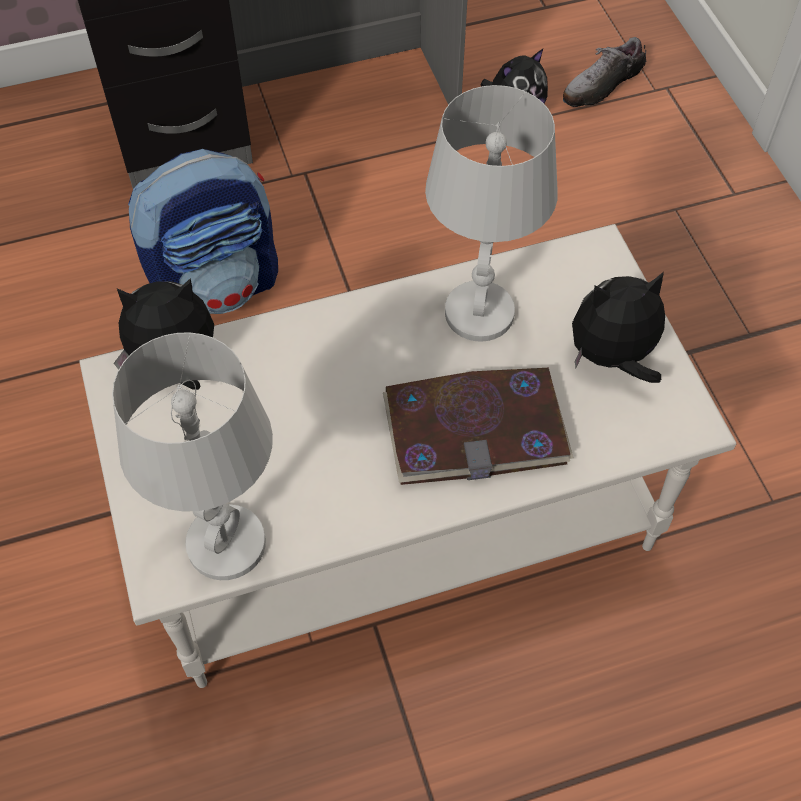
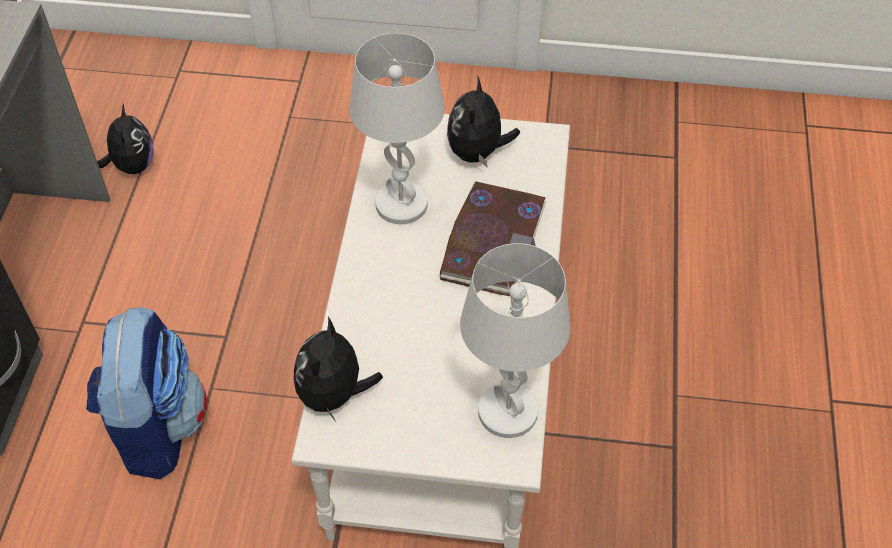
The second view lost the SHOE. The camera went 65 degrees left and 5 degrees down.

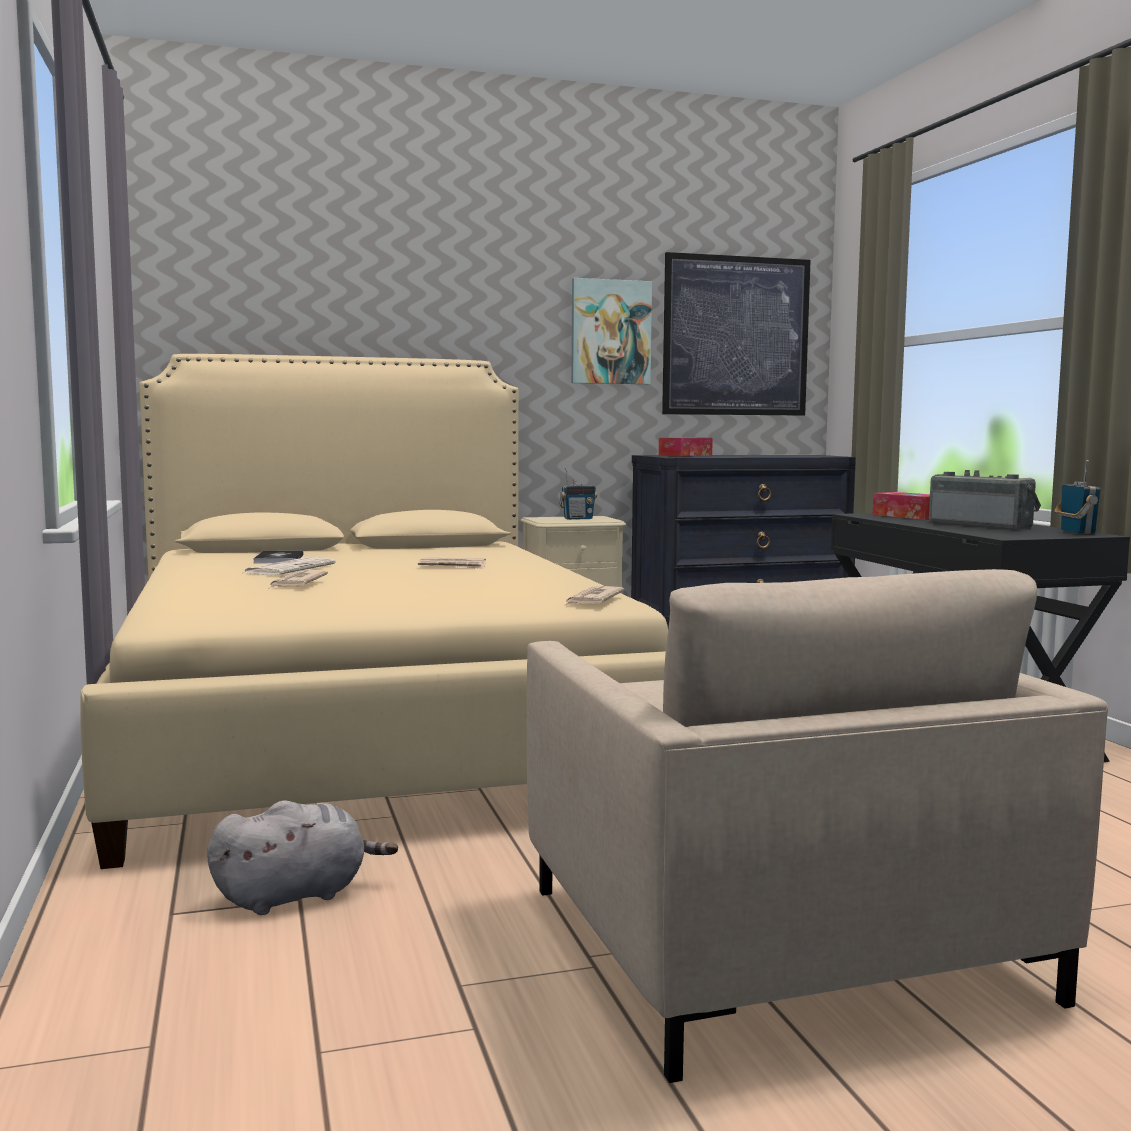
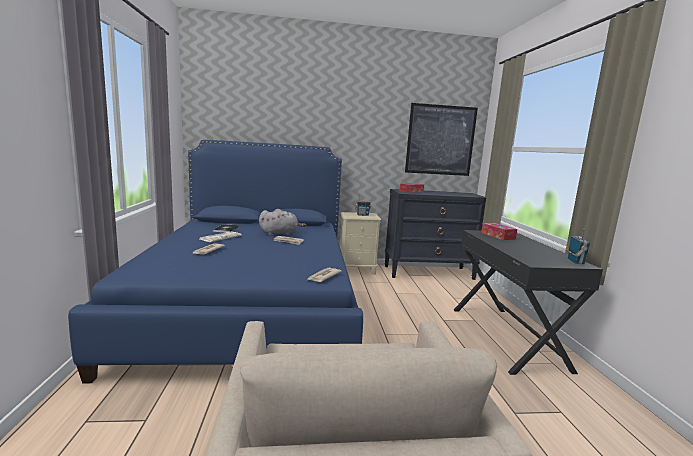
The second view lost the PICTURE (no. 1 from left). The second view lost the RADIO (no. 2 from left). The GREY PLUSH TOY ended up elsewhere. What was the BEIGE BED turned into the BLUE BED. The camera went 10 degrees right and 5 degrees up.

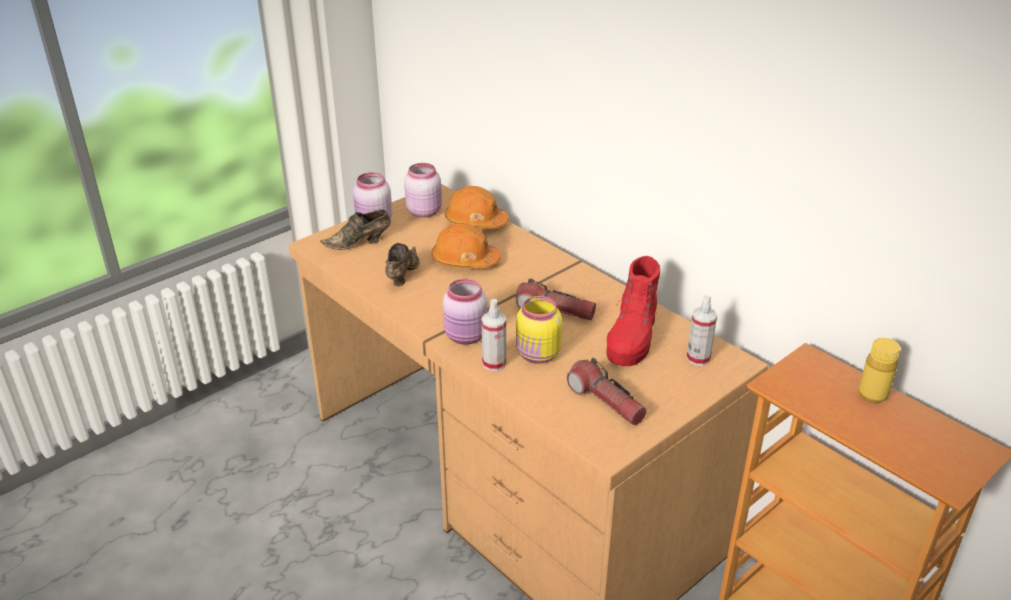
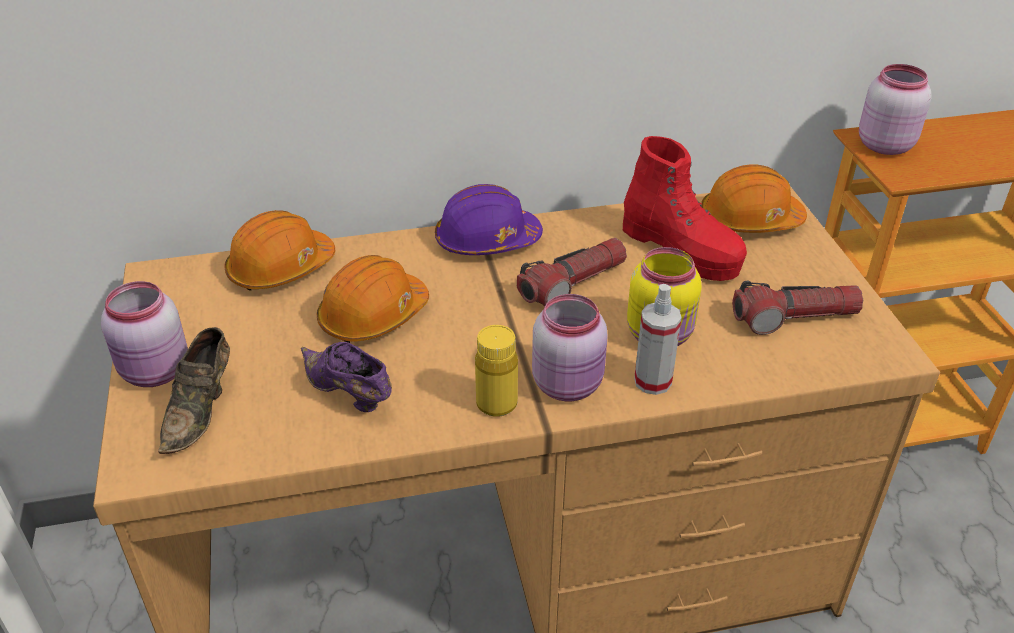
The second view gained the PURPLE HARD HAT. The PINK JAR (no. 2 from left in the first image) ended up elsewhere. The YELLOW BOTTLE ended up elsewhere. Where the SPRAY BOTTLE (no. 2 from left) stood, the ORANGE HARD HAT (no. 3 from left) came to stand. What was the BROWN SHOE (no. 2 from left) turned into the PURPLE SHOE. The camera went 60 degrees left and 5 degrees up.

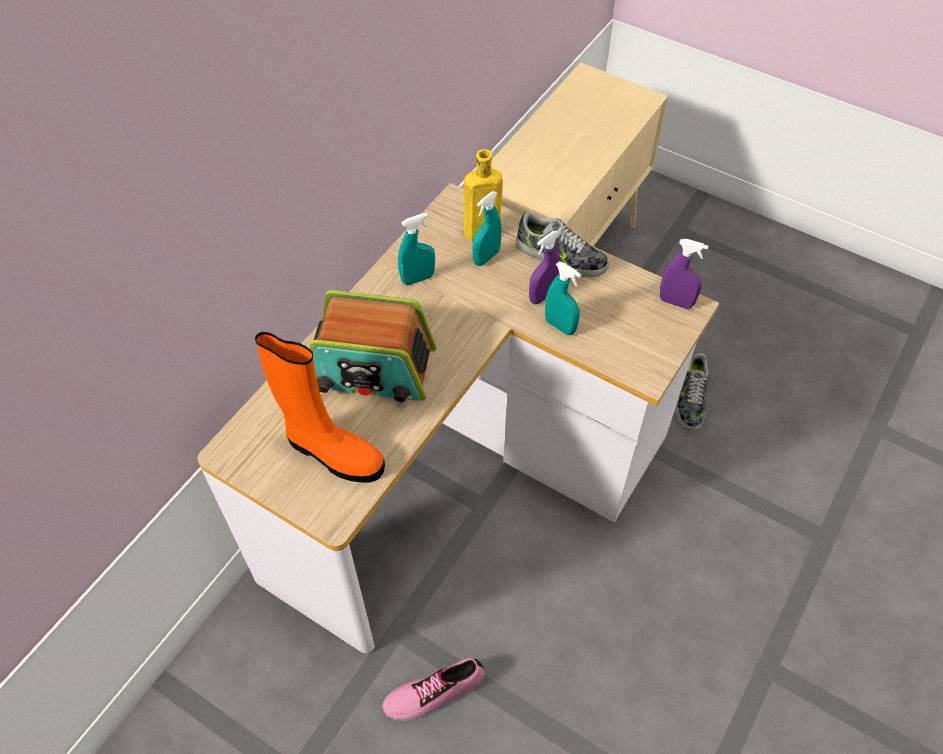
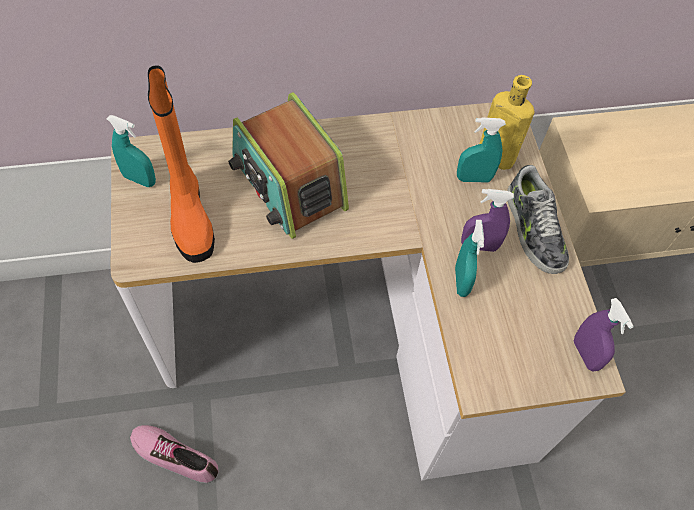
The second view lost the SHOE (no. 3 from left). The TURQUOISE SPRAY BOTTLE (no. 1 from left) ended up elsewhere. The camera went 45 degrees right and 5 degrees up.

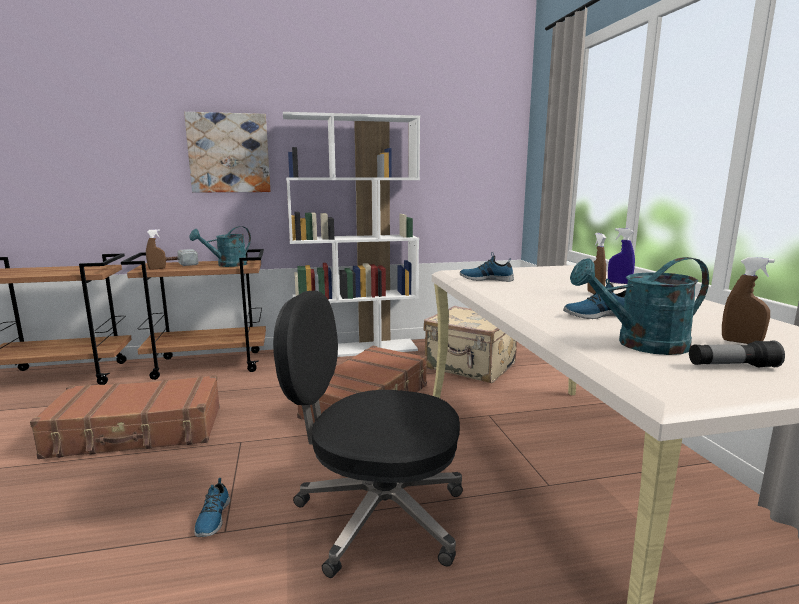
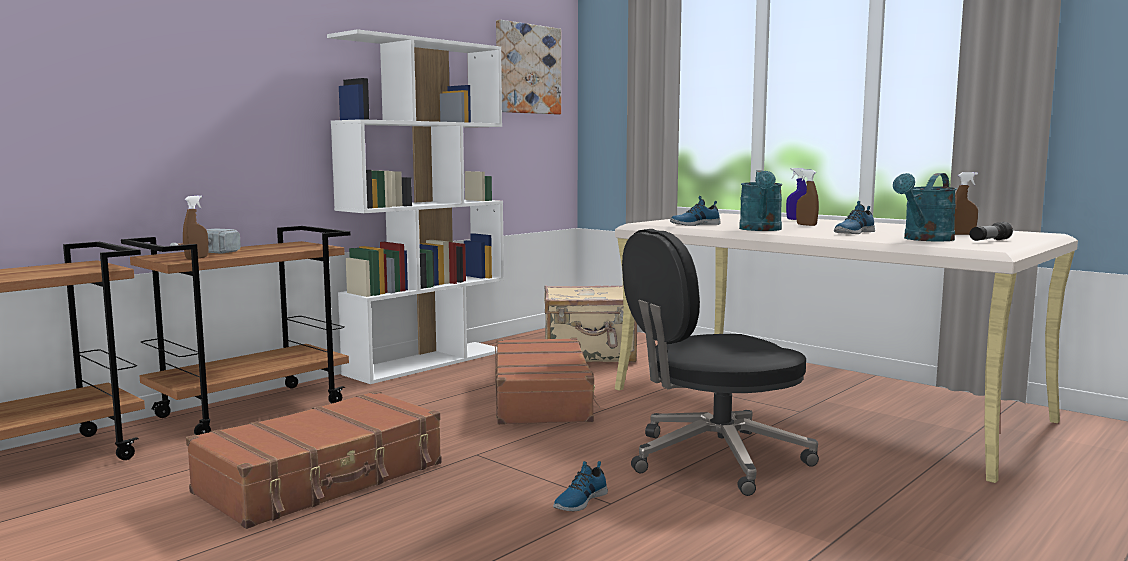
The PICTURE ended up elsewhere. The TURQUOISE WATERING CAN (no. 1 from left) ended up elsewhere. The SHOE (no. 1 from left) ended up facing another way, 75 degrees clockwise from before. The camera went 35 degrees left and 5 degrees down.

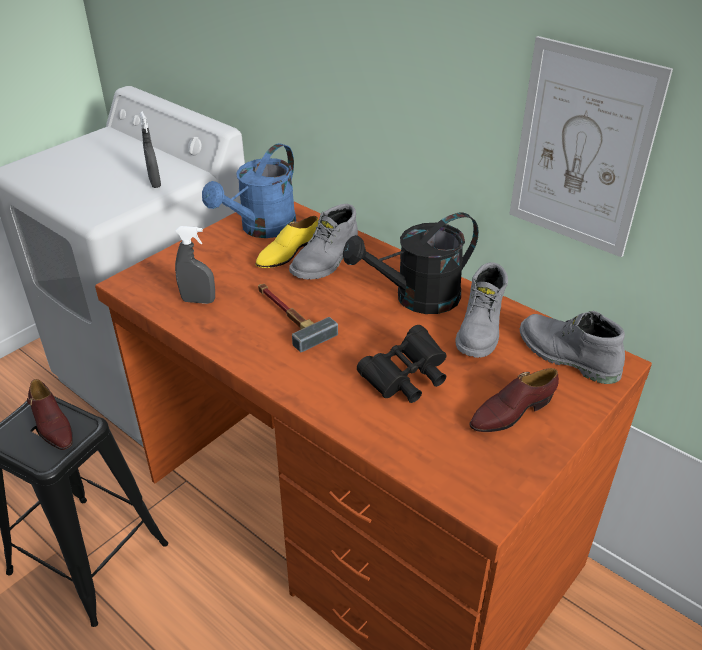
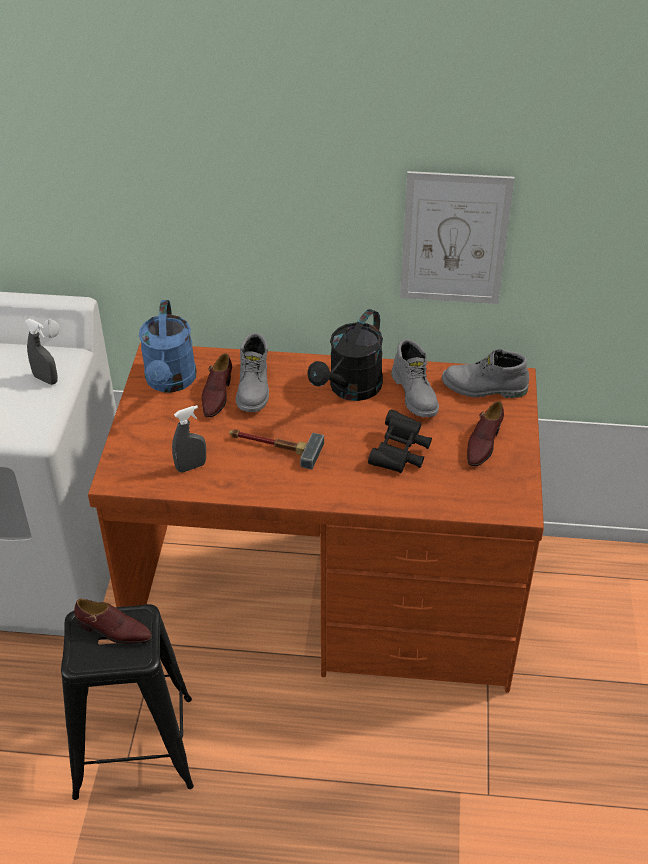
What was the YELLOW SHOE turned into the BROWN SHOE (no. 2 from left). The camera went 35 degrees left and 5 degrees up.

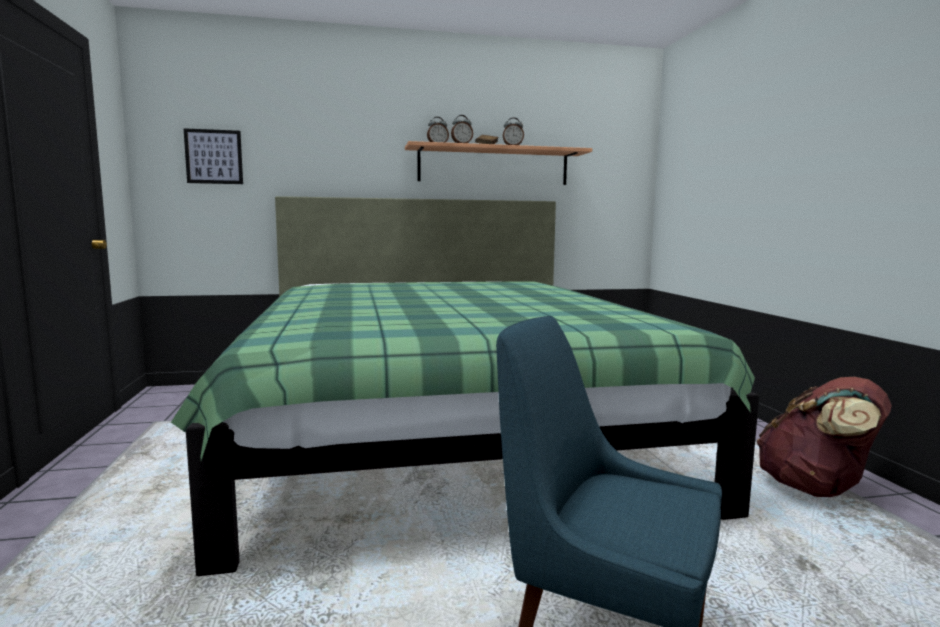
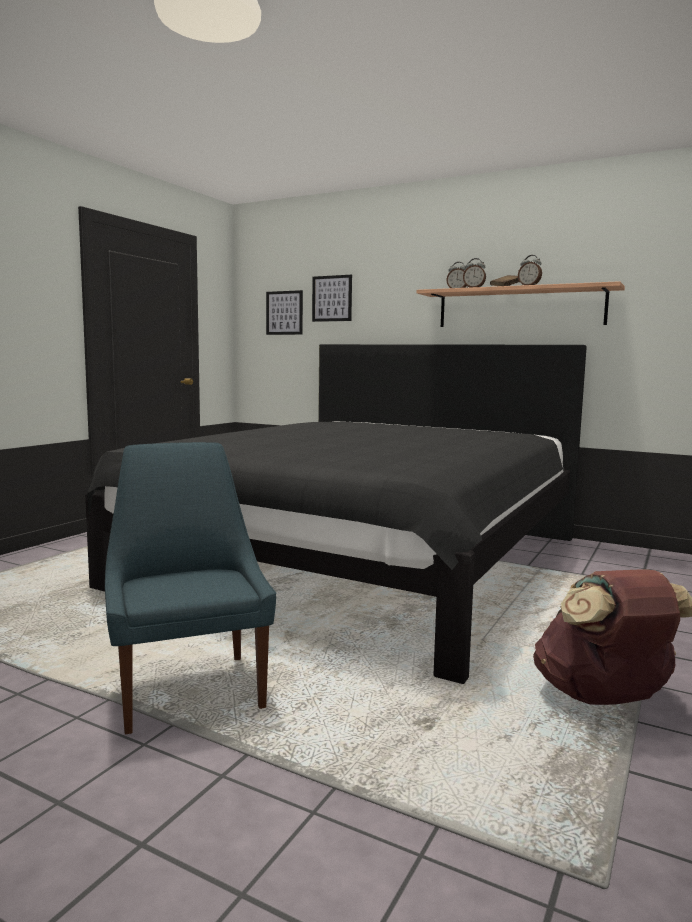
The second view gained the PICTURE (no. 2 from left). What was the GREEN BED turned into the BLACK BED. The camera went 40 degrees right and 0 degrees up.

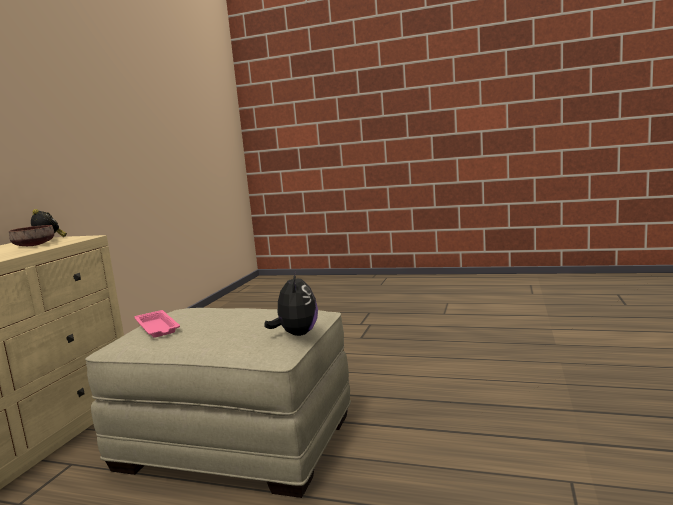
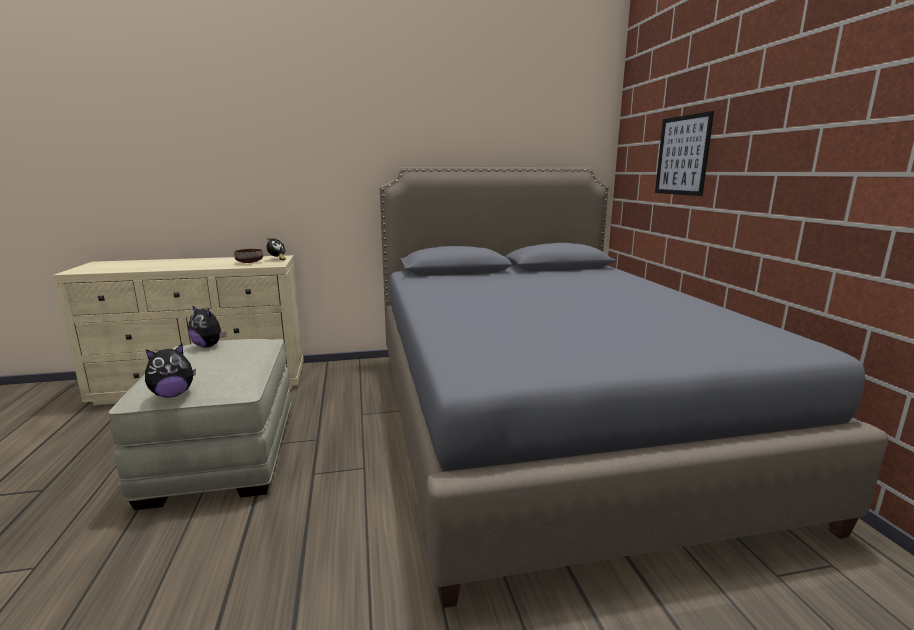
The second view gained the GREY BED. The second view gained the PICTURE. Where the PINK TRAY stood, the PLUSH TOY (no. 2 from left) came to stand. The camera went 60 degrees right and 5 degrees up.

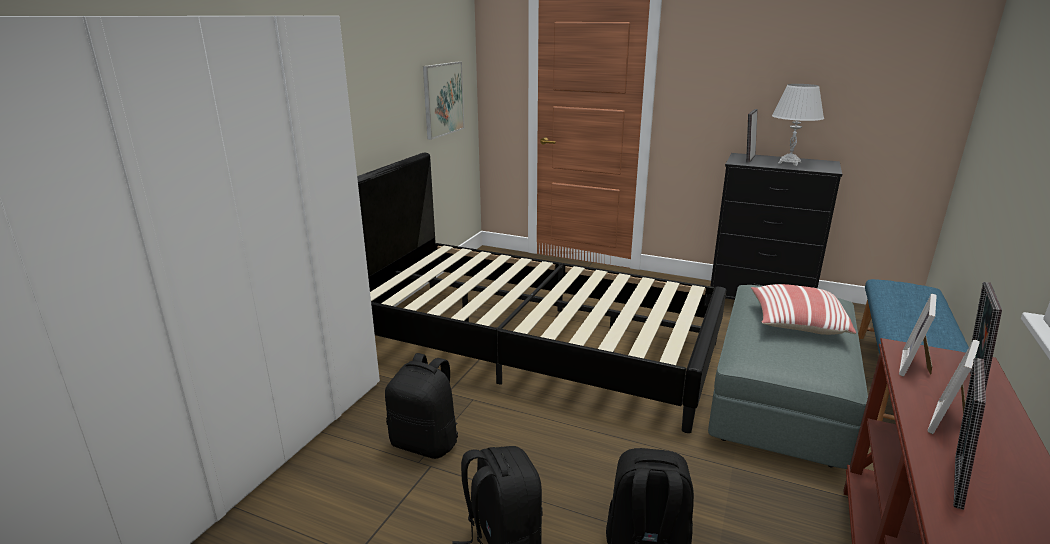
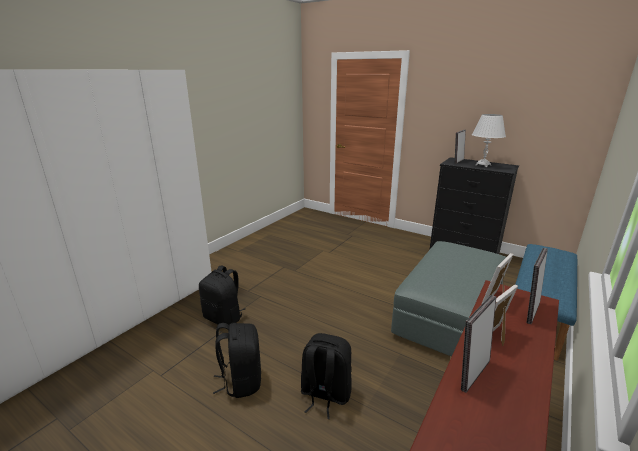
The second view lost the BLACK BED. The second view lost the PICTURE. The second view lost the PILLOW. The camera went 10 degrees right and 0 degrees up.

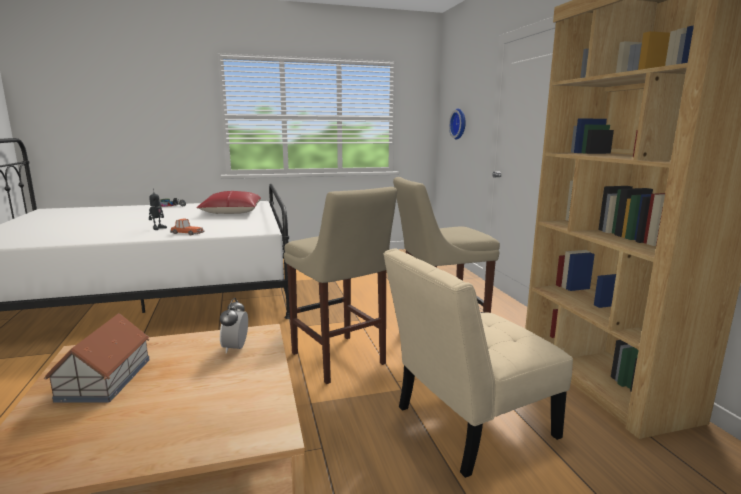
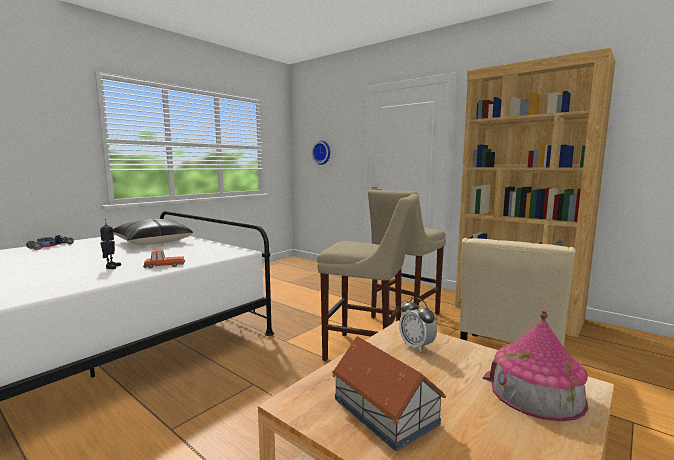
The second view gained the TOY HOUSE (no. 2 from left). What was the RED PILLOW turned into the BLACK PILLOW. The camera went 35 degrees left and 5 degrees down.

